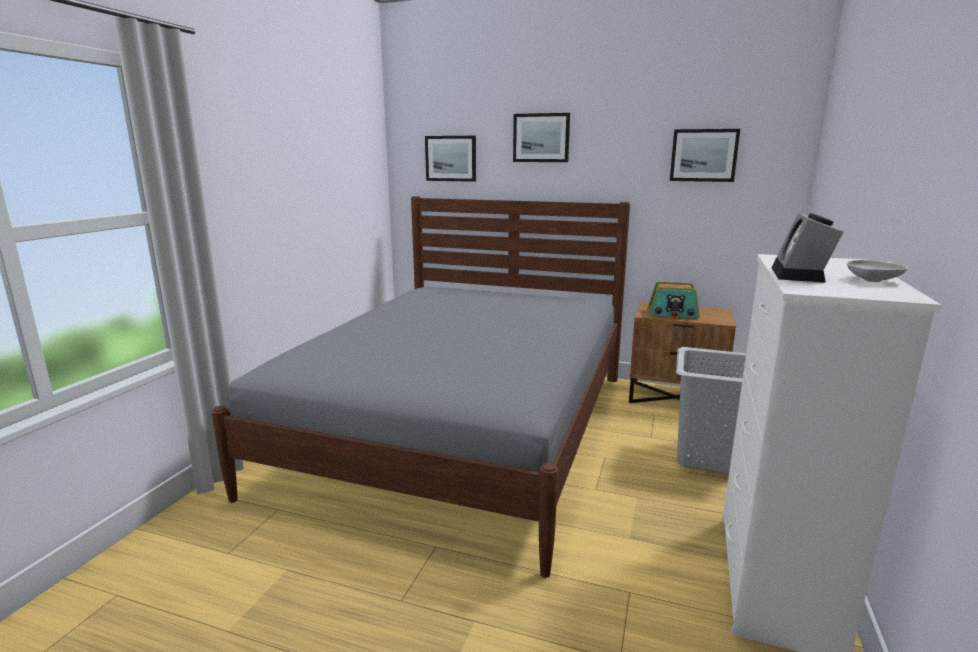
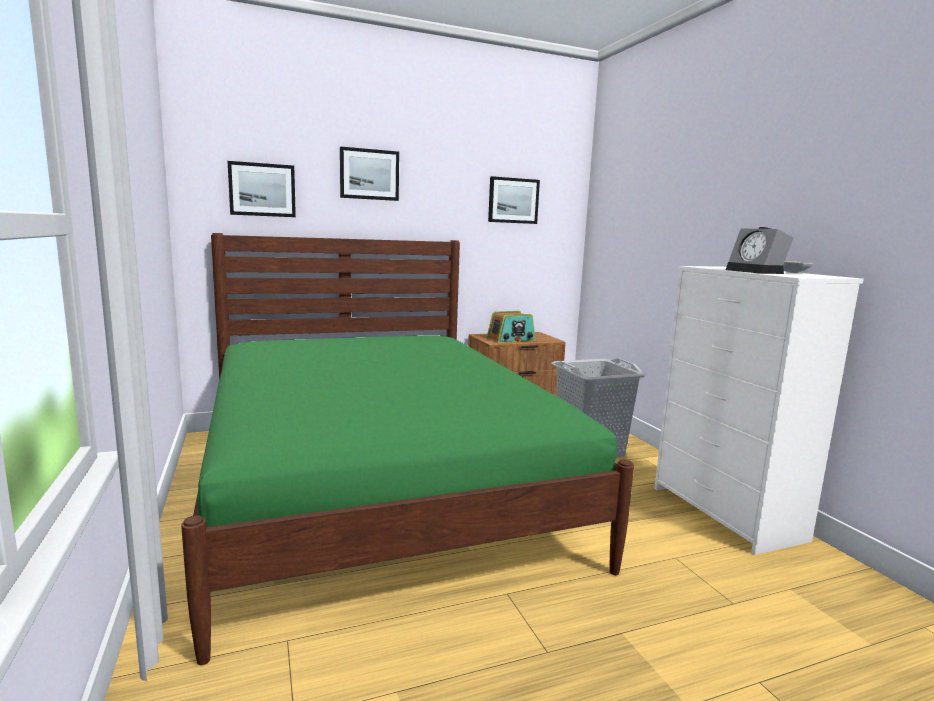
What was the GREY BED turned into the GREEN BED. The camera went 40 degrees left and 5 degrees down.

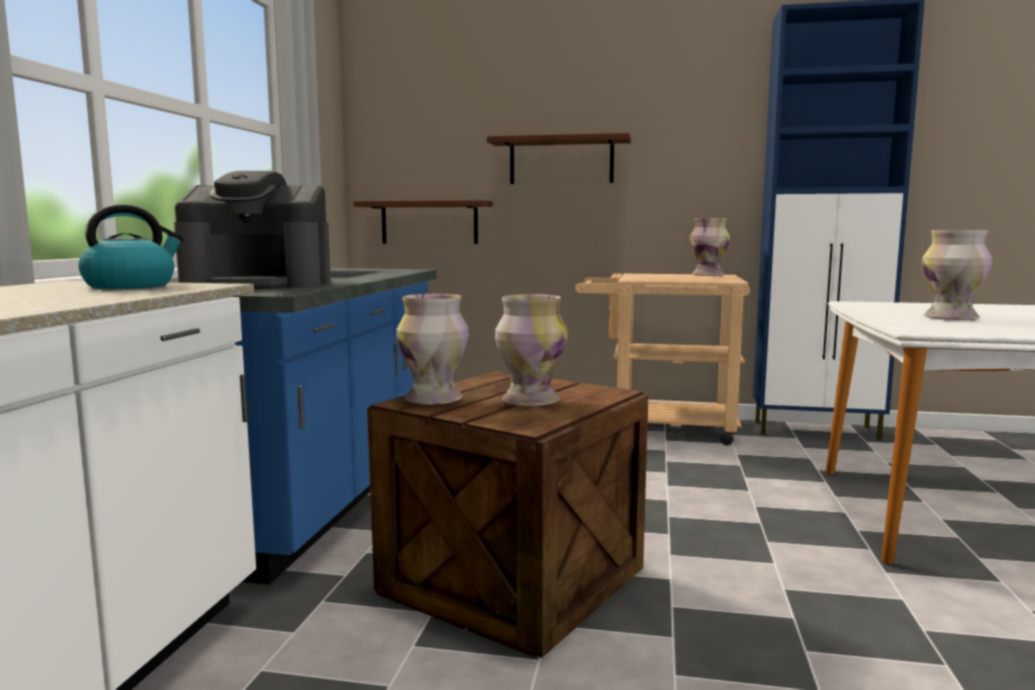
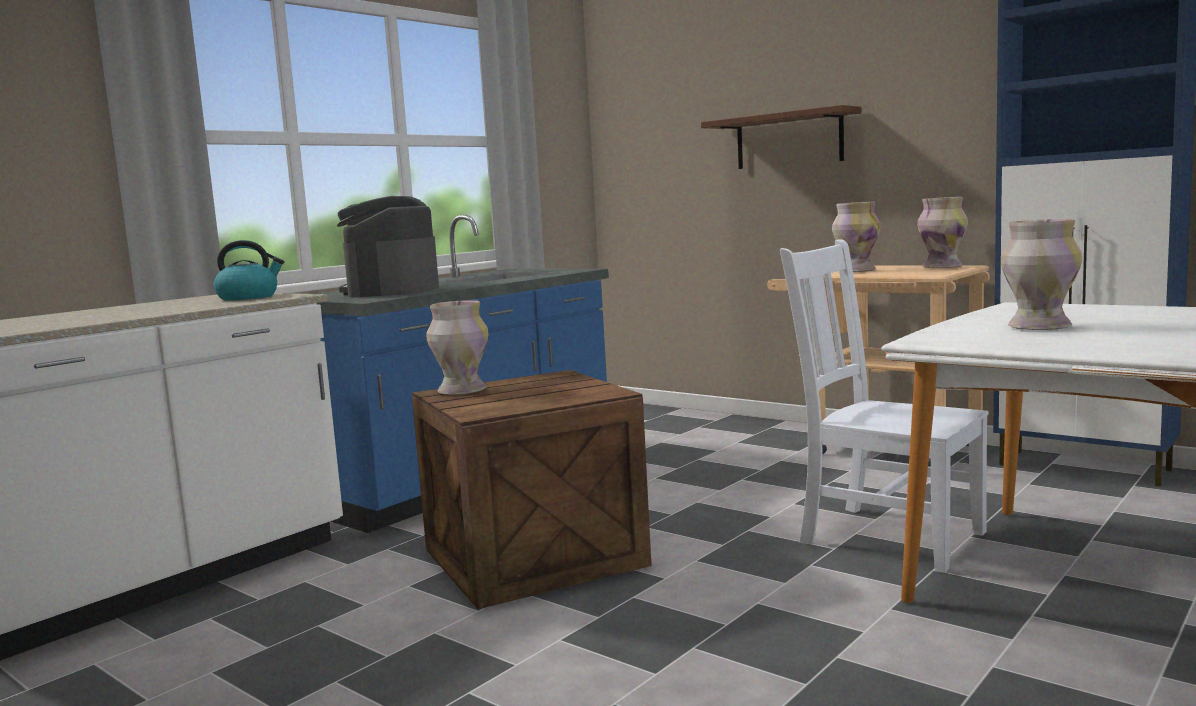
The second view lost the BROWN SHELF (no. 1 from left). The second view gained the WHITE CHAIR. The VASE (no. 2 from left) ended up elsewhere. The COFFEE MACHINE ended up facing another way, 60 degrees clockwise from before. The camera went 30 degrees right and 0 degrees up.

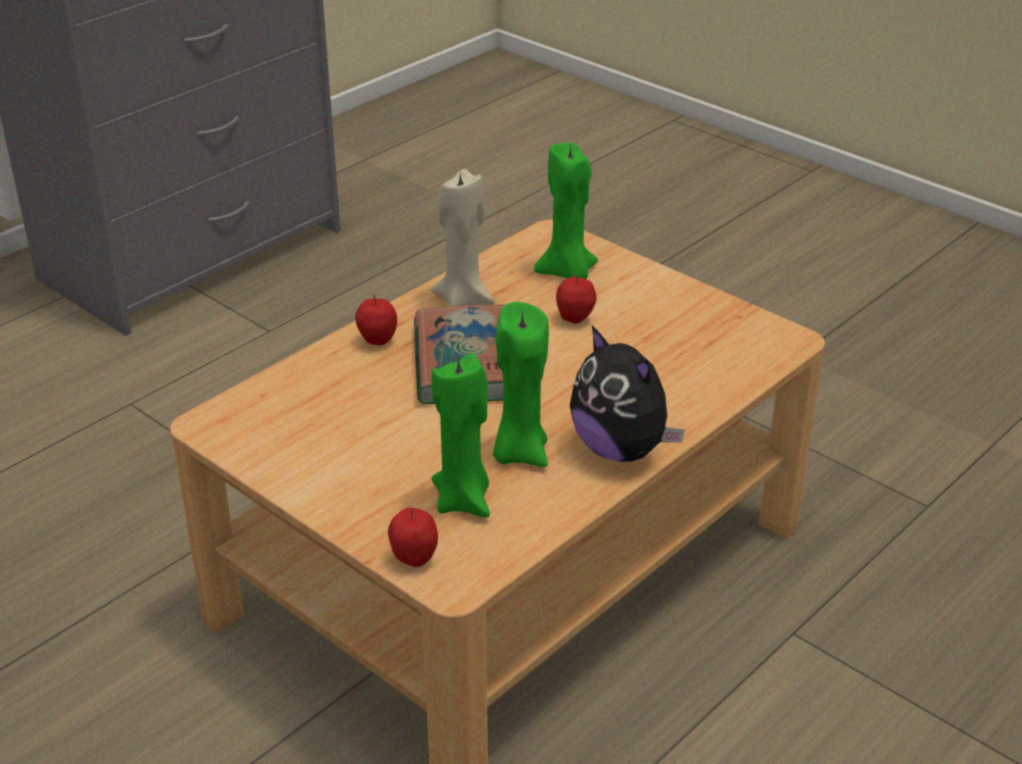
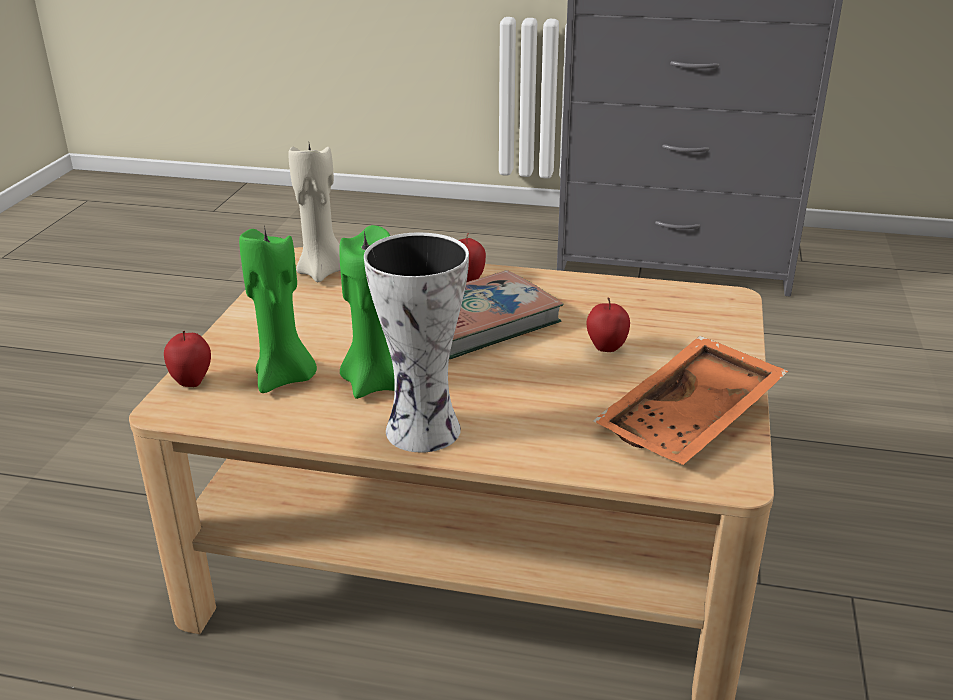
The second view lost the GREEN CANDLE (no. 3 from left). The second view gained the ORANGE TRAY. The BEIGE CANDLE ended up elsewhere. Where the PLUSH TOY stood, the VASE came to stand. The camera went 60 degrees right and 5 degrees down.

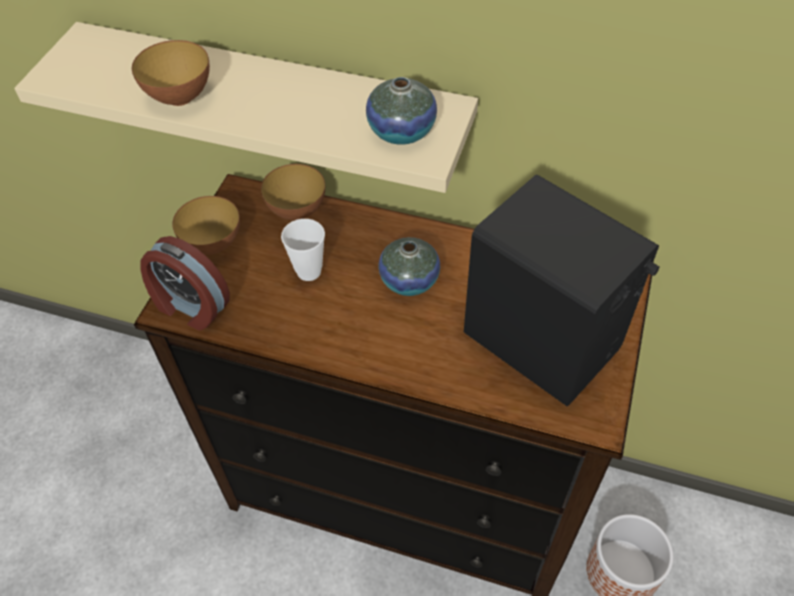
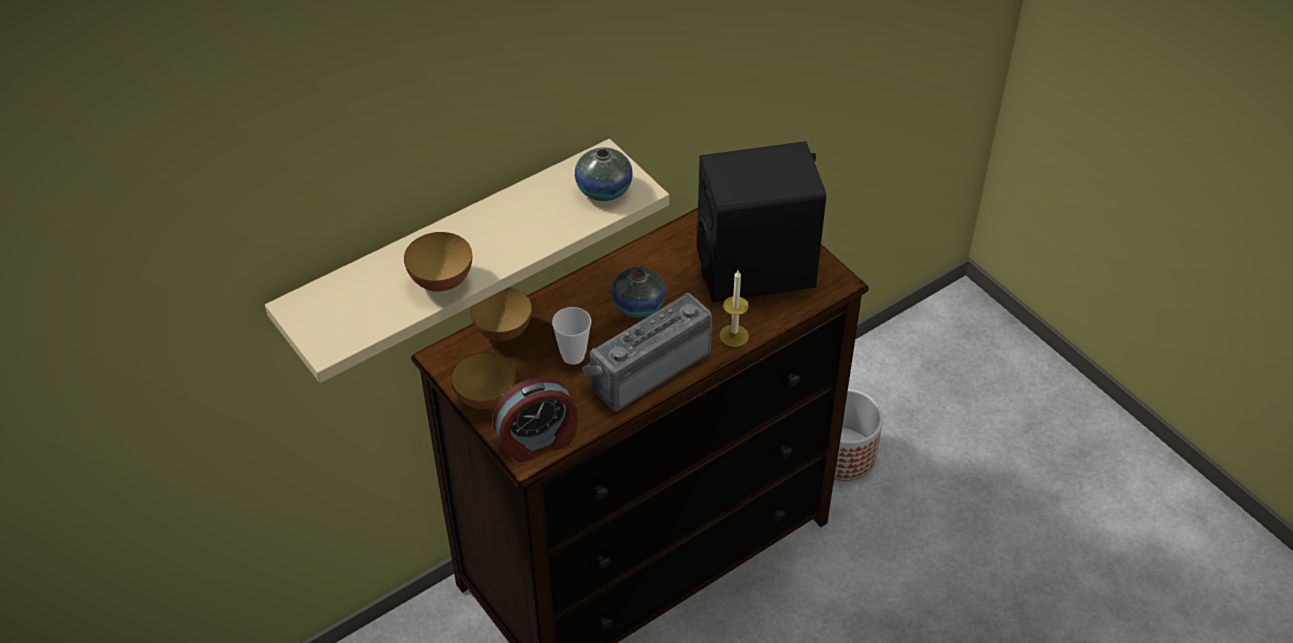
The second view gained the RADIO. The second view gained the CANDLE. The camera went 55 degrees left and 5 degrees down.

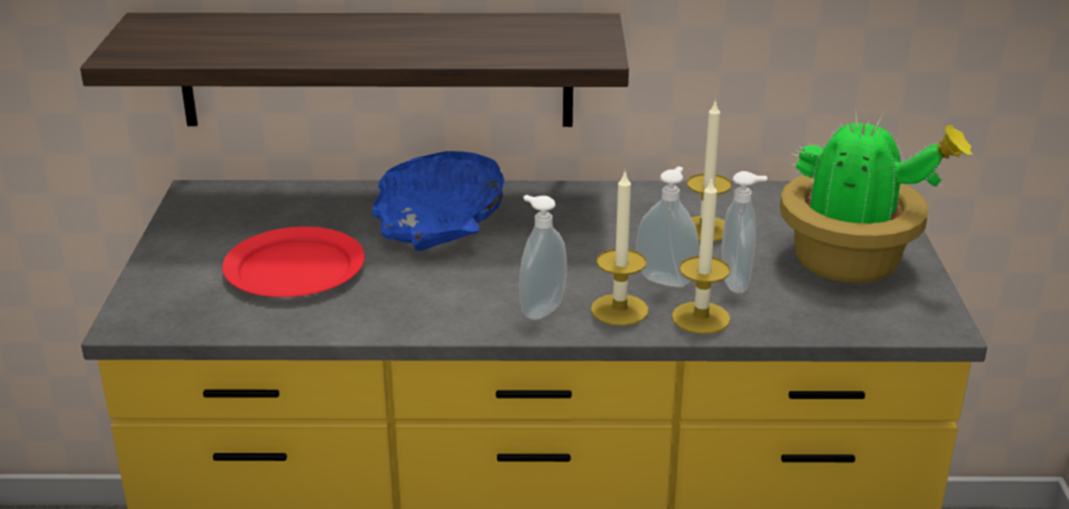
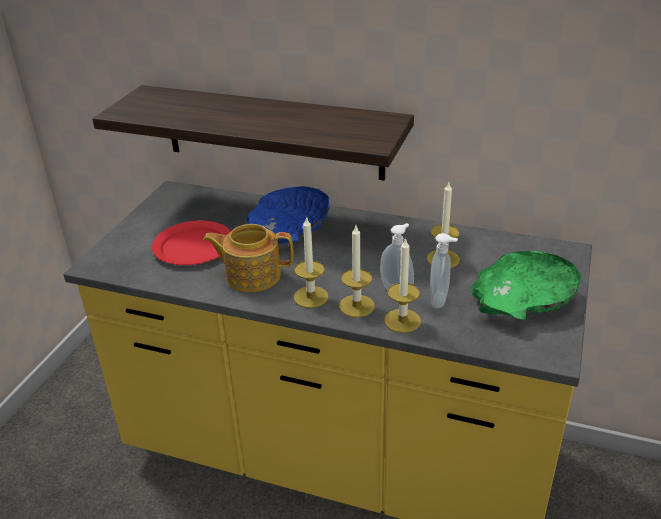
The second view gained the TEAPOT. Where the SOAP DISPENSER (no. 1 from left) stood, the CANDLE (no. 1 from left) came to stand. Where the POTTED PLANT stood, the GREEN BOWL came to stand. The camera went 20 degrees right and 5 degrees up.

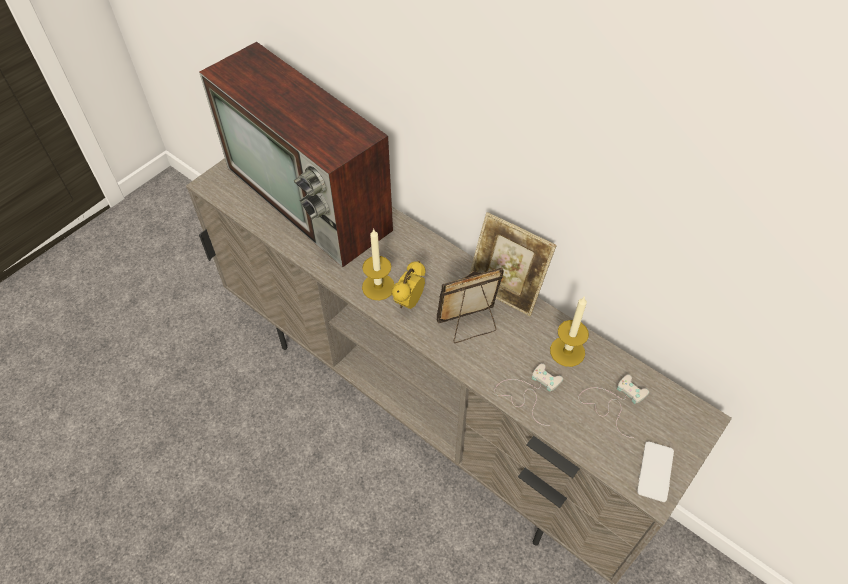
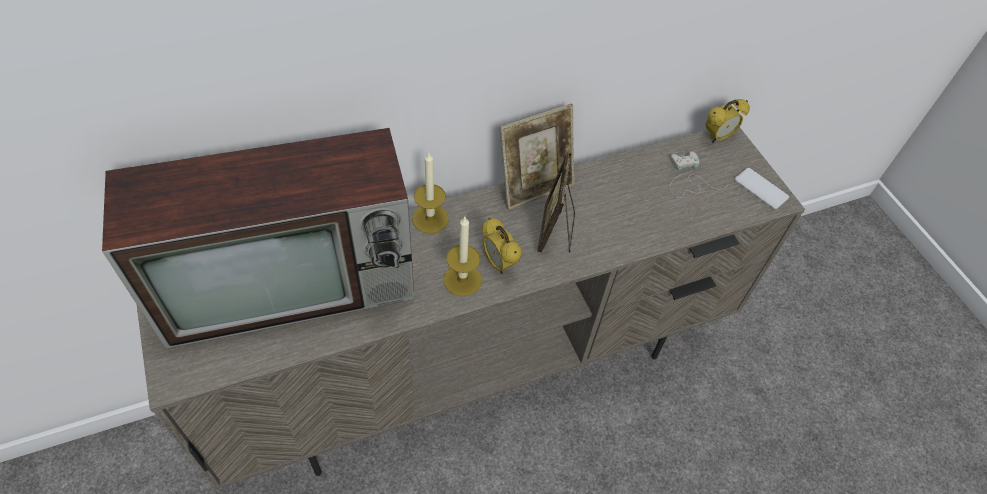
The second view lost the WHITE GAME CONTROLLER (no. 1 from left). The second view gained the ALARM CLOCK (no. 2 from left). The CANDLE (no. 2 from left in the first image) ended up elsewhere. The camera went 65 degrees left and 0 degrees up.

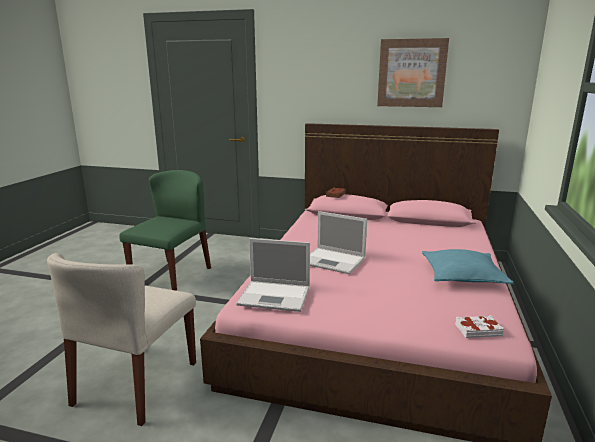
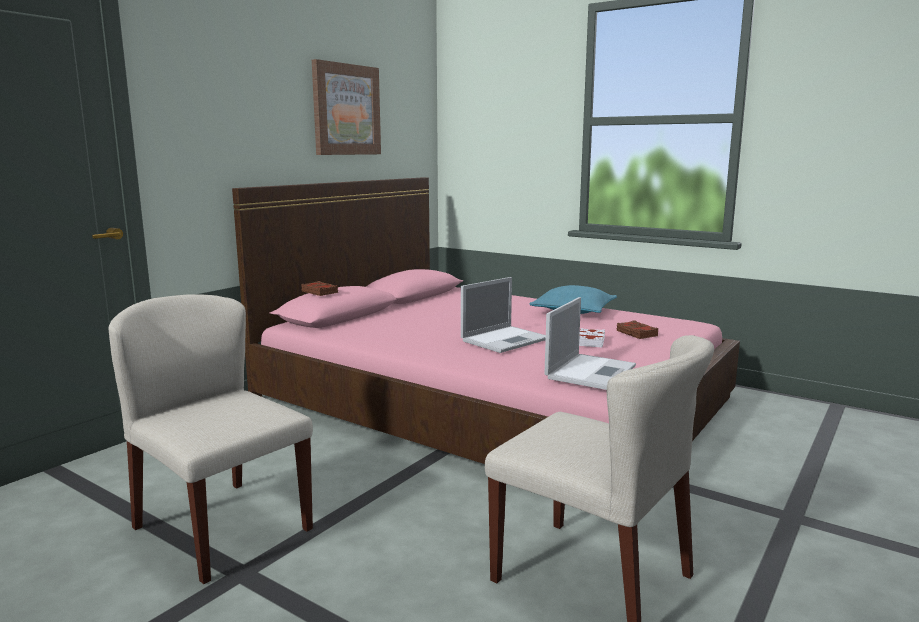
The second view gained the BROWN BOOK (no. 2 from left). The WHITE BOOK ended up elsewhere. What was the GREEN CHAIR turned into the BEIGE CHAIR (no. 1 from left). The camera went 70 degrees left and 5 degrees down.

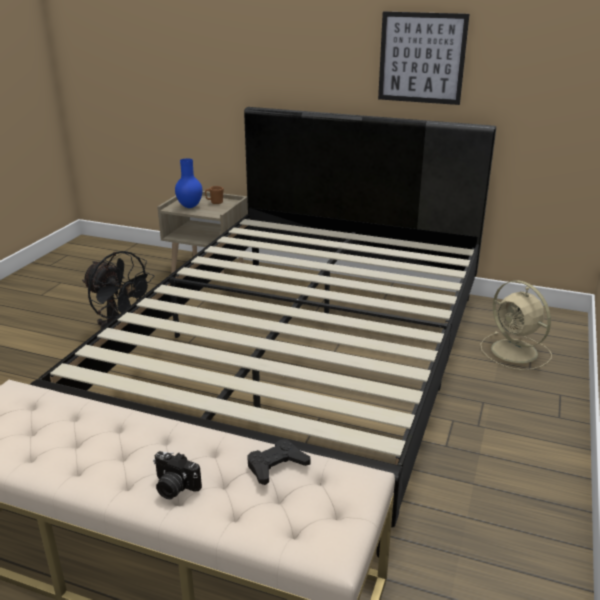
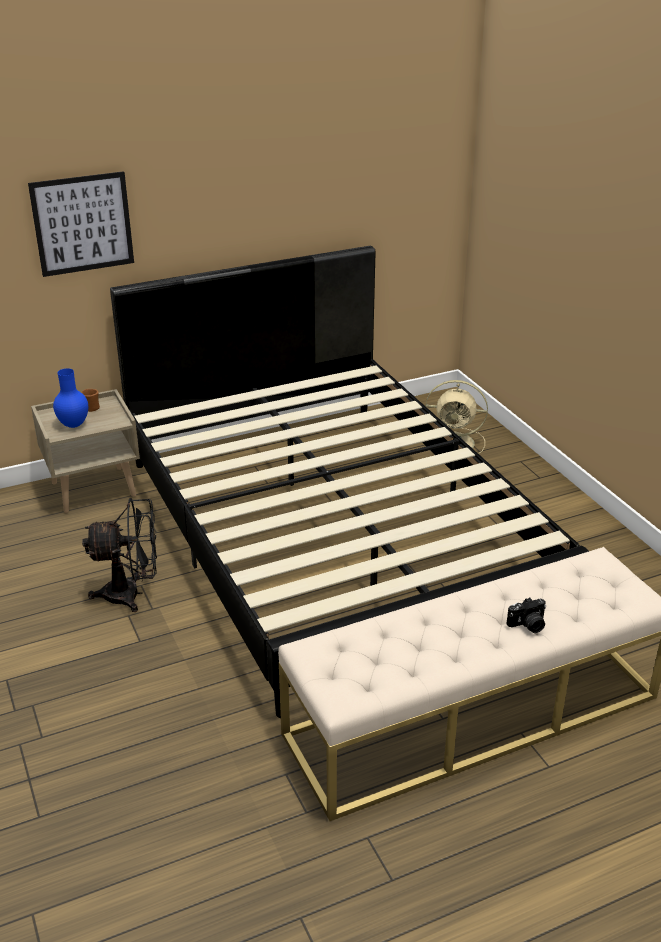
The second view lost the BLACK GAME CONTROLLER. The PICTURE ended up elsewhere. The camera went 45 degrees left and 5 degrees up.

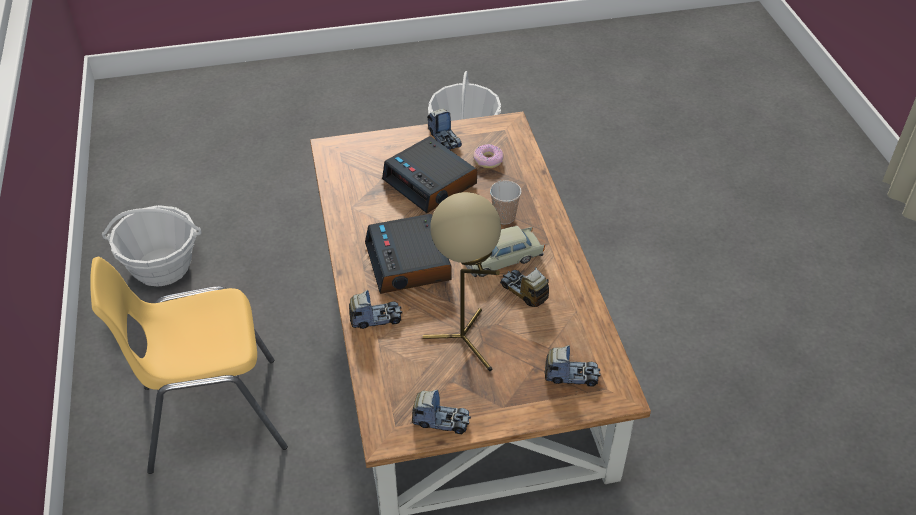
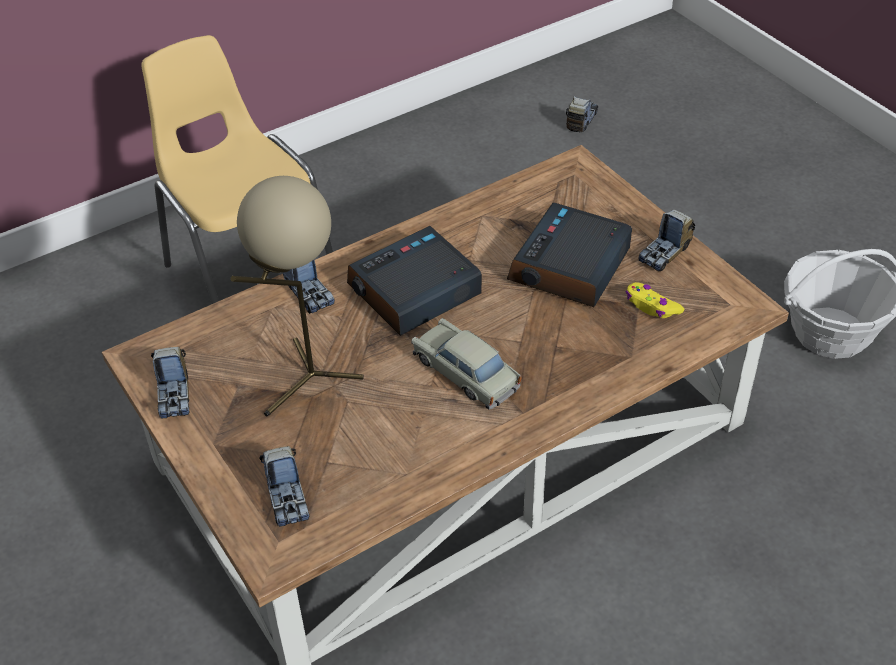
The second view lost the BASKET (no. 1 from left). The second view lost the CUP. The TOY TRUCK (no. 4 from left) ended up elsewhere. Where the DONUT stood, the YELLOW GAME CONTROLLER came to stand. The camera went 70 degrees right and 0 degrees up.

